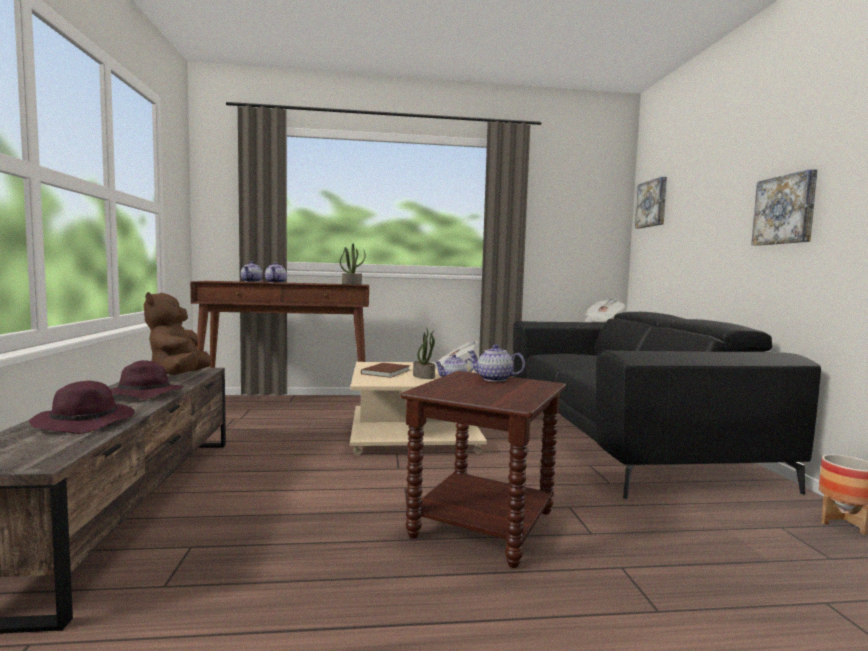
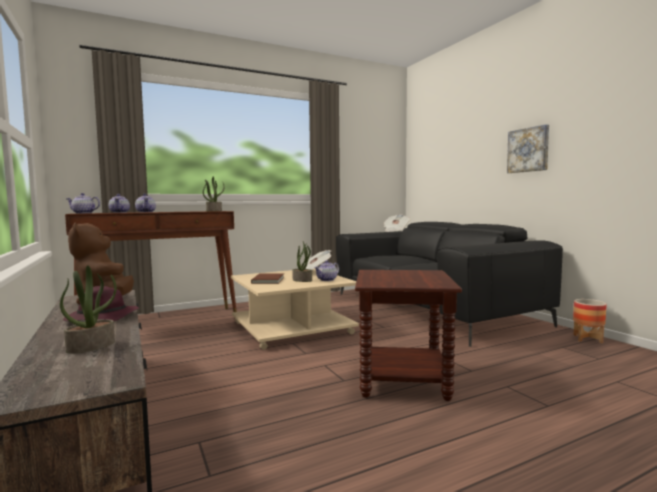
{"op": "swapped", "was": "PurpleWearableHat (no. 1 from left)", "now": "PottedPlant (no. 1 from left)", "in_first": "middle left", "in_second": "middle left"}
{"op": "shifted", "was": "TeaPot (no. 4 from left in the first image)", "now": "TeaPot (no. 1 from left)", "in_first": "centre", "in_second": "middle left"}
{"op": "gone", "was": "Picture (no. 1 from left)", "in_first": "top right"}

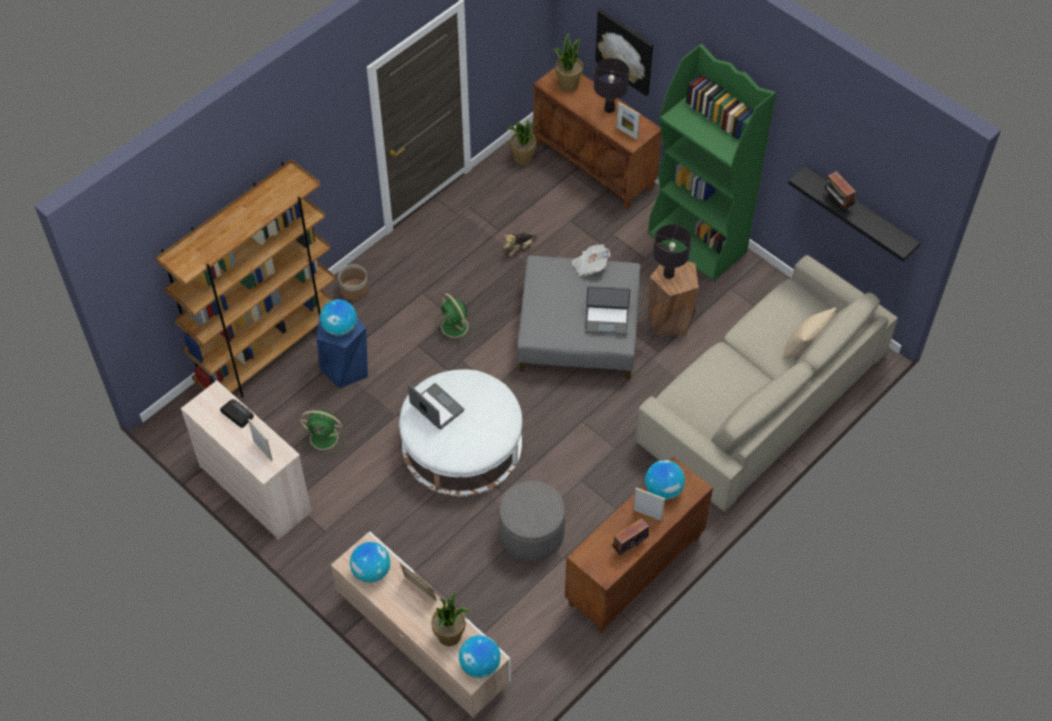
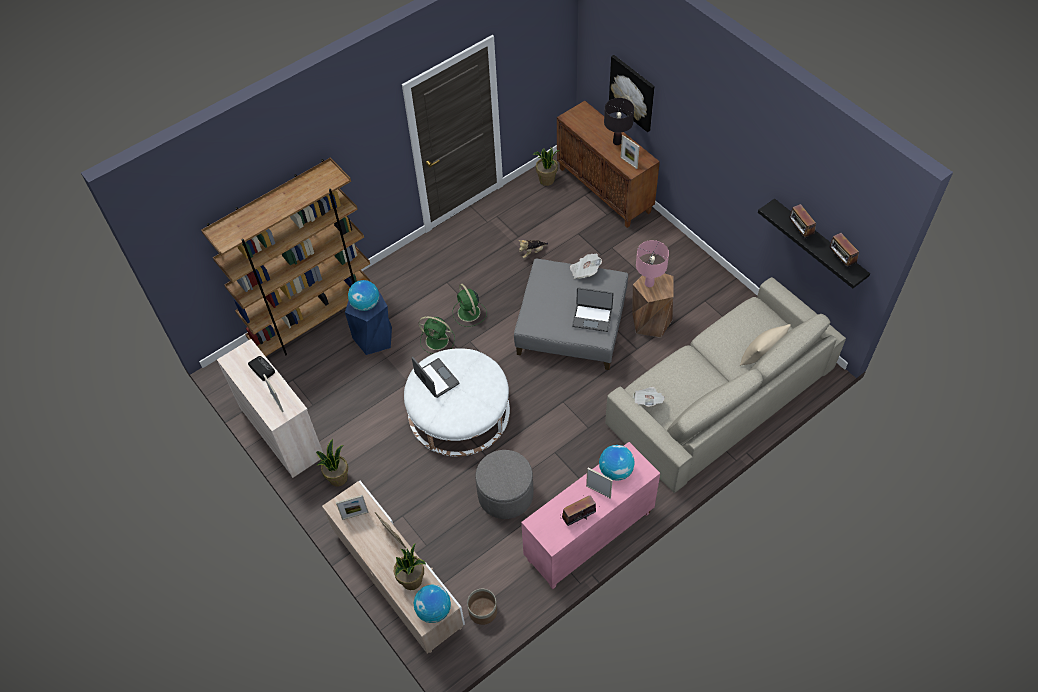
{"op": "shifted", "was": "GreenFan (no. 1 from left)", "in_first": "middle left", "in_second": "centre"}
{"op": "shifted", "was": "PlantPot", "in_first": "centre", "in_second": "bottom centre"}
{"op": "swapped", "was": "DeskGlobe (no. 2 from left)", "now": "StandingFrame (no. 2 from left)", "in_first": "bottom centre", "in_second": "bottom centre"}
{"op": "shifted", "was": "PottedPlant (no. 3 from left in the first image)", "now": "PottedPlant (no. 1 from left)", "in_first": "top centre", "in_second": "bottom left"}
{"op": "repainted", "was": "BrownColouredStorageCabinet (no. 2 from left)", "now": "PinkishStorageCabinet", "in_first": "bottom centre", "in_second": "bottom centre"}
{"op": "gone", "was": "GreenShelvingUnit", "in_first": "top right"}
{"op": "repainted", "was": "BlackTableLamp (no. 2 from left)", "now": "PinkishTableLamp", "in_first": "centre", "in_second": "centre"}
{"op": "new", "now": "PrintedPaper (no. 2 from left)", "in_second": "centre"}
{"op": "new", "now": "RadioSet (no. 4 from left)", "in_second": "middle right"}

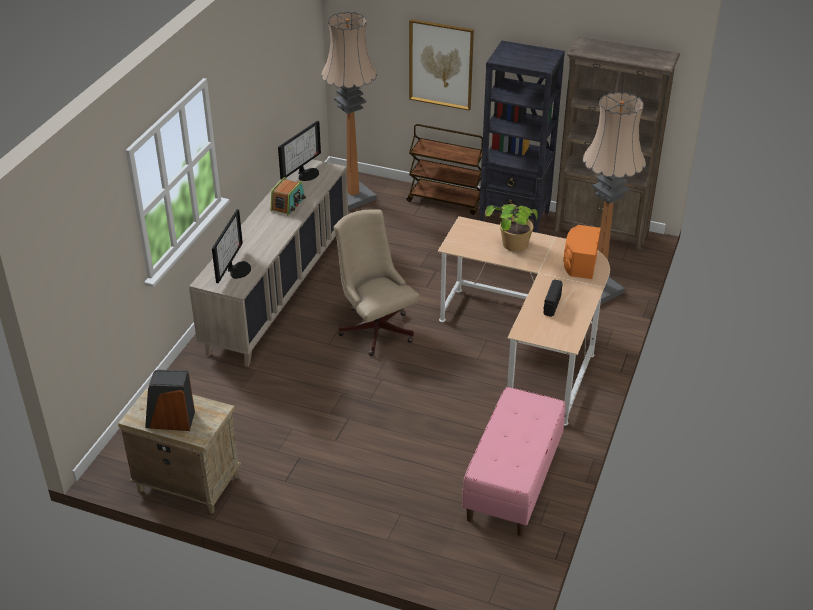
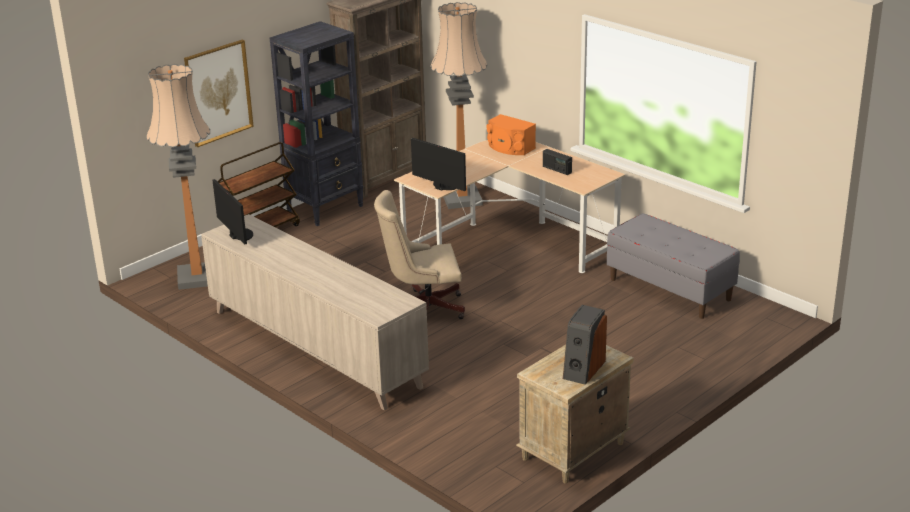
{"op": "shifted", "was": "Monitor (no. 1 from left in the first image)", "now": "Monitor (no. 2 from left)", "in_first": "middle left", "in_second": "top centre"}
{"op": "gone", "was": "RadioSet (no. 1 from left)", "in_first": "top centre"}
{"op": "repainted", "was": "PinkishIndoorBench", "now": "GrayIndoorBench", "in_first": "bottom centre", "in_second": "middle right"}
{"op": "gone", "was": "PottedPlant", "in_first": "centre"}

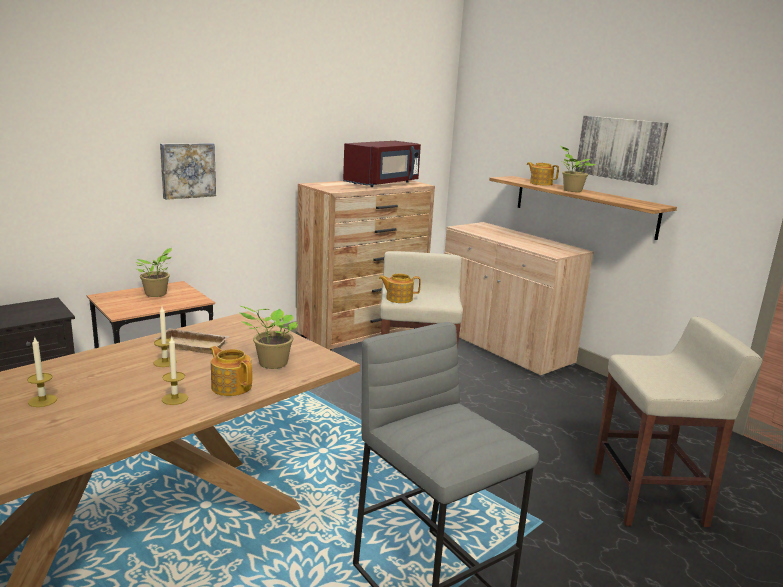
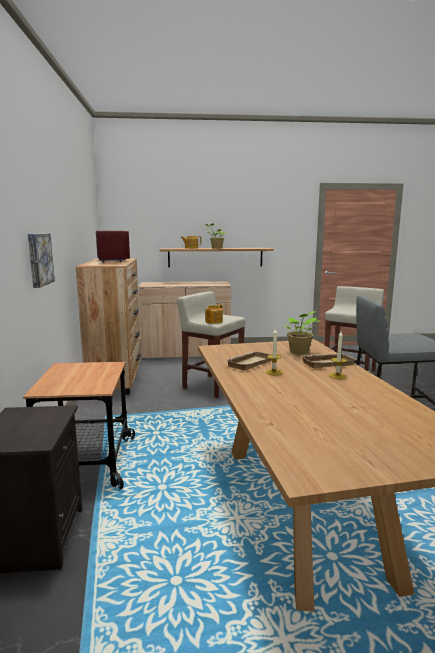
{"op": "gone", "was": "WaxLight (no. 1 from left)", "in_first": "middle left"}
{"op": "gone", "was": "PottedPlant (no. 1 from left)", "in_first": "middle left"}
{"op": "swapped", "was": "TeaPot (no. 1 from left)", "now": "BeigeColouredCarryingTray (no. 2 from left)", "in_first": "middle left", "in_second": "middle right"}
{"op": "gone", "was": "Picture (no. 2 from left)", "in_first": "top right"}

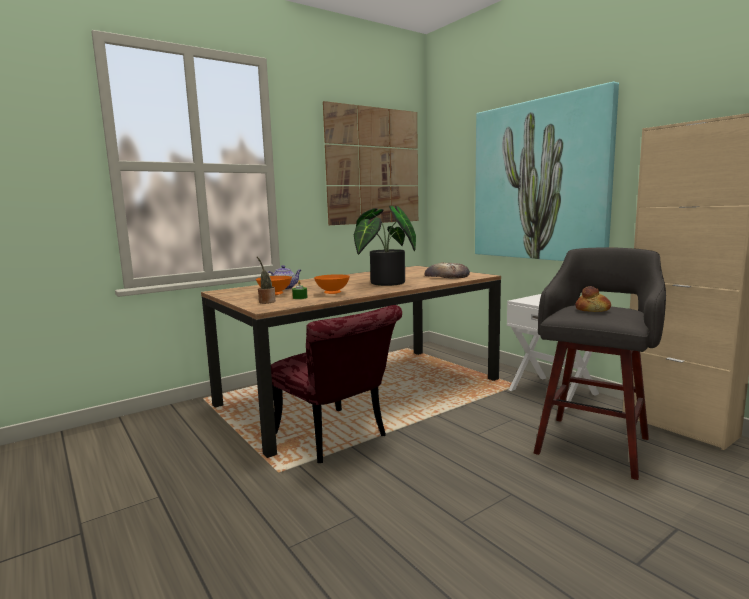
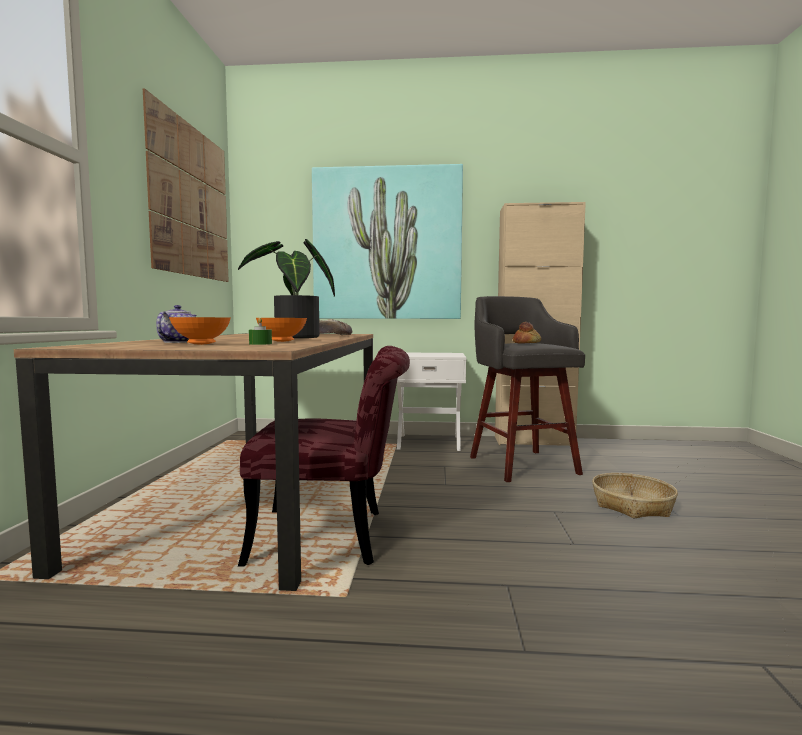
{"op": "gone", "was": "PottedPlant (no. 1 from left)", "in_first": "centre"}
{"op": "new", "now": "Basket", "in_second": "bottom right"}

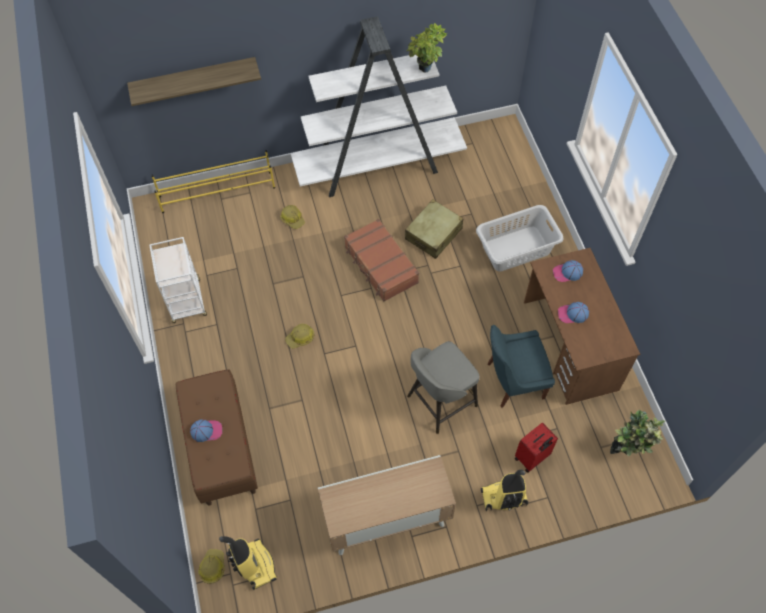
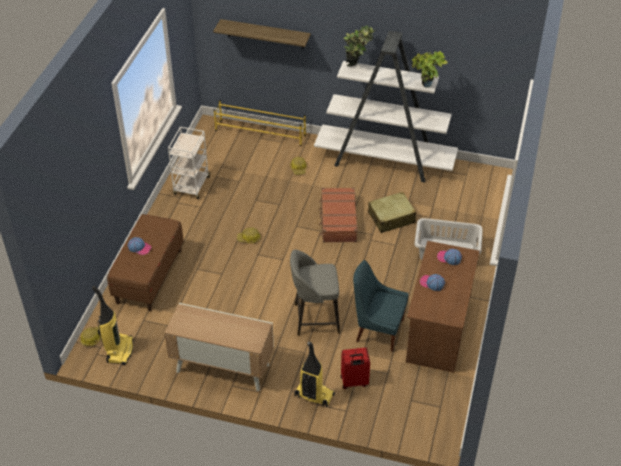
{"op": "shifted", "was": "PottedPlant (no. 2 from left in the first image)", "now": "PottedPlant (no. 1 from left)", "in_first": "bottom right", "in_second": "top centre"}

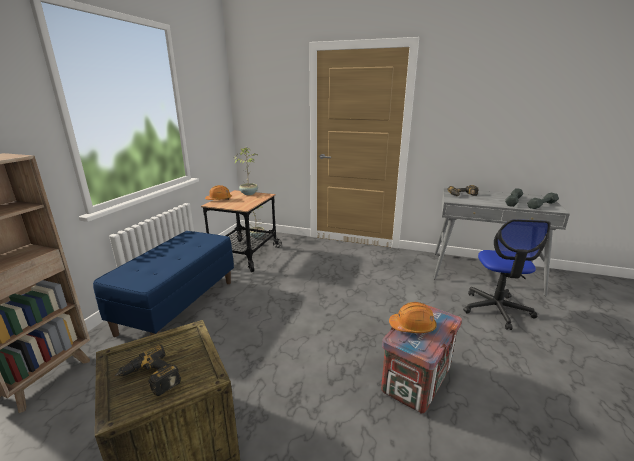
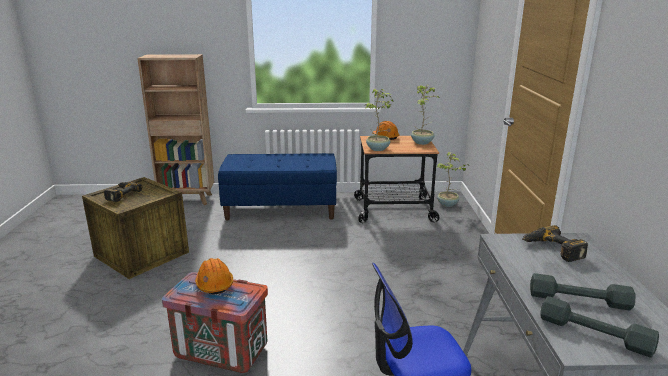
{"op": "new", "now": "PottedPlant (no. 1 from left)", "in_second": "top centre"}

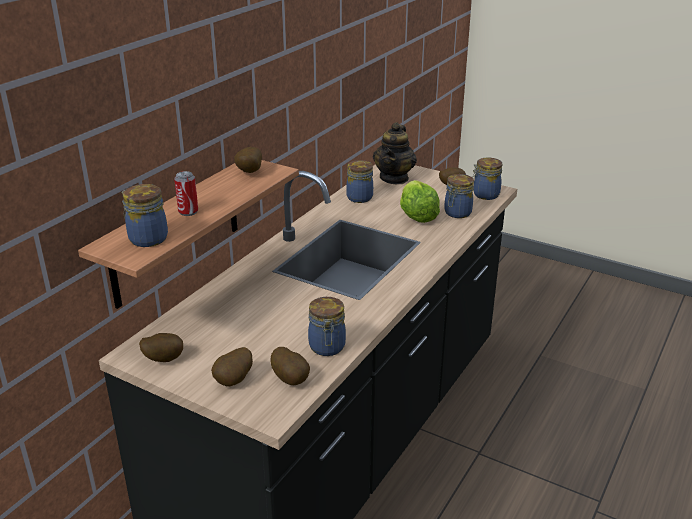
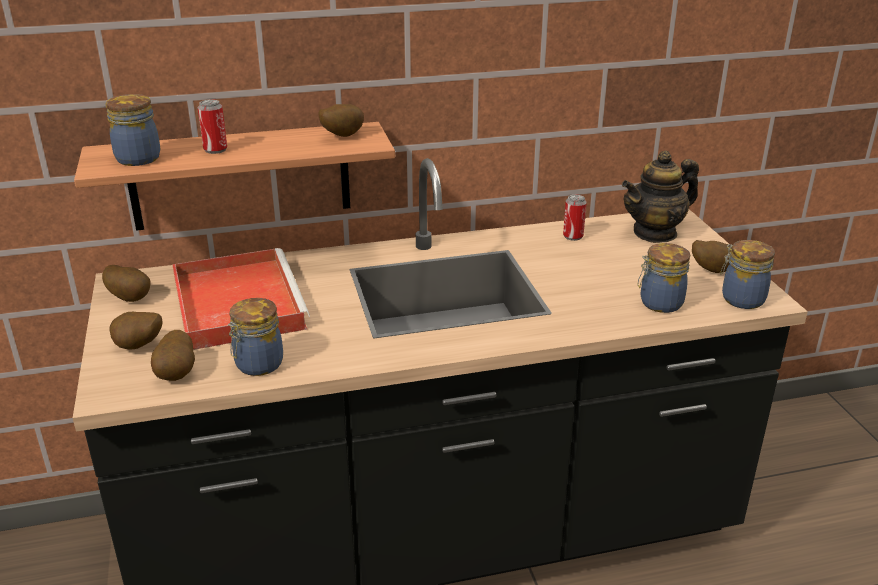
{"op": "swapped", "was": "PreserveJar (no. 3 from left)", "now": "Can (no. 2 from left)", "in_first": "centre", "in_second": "centre"}
{"op": "gone", "was": "LettuceHead", "in_first": "centre"}
{"op": "new", "now": "ReddishCarryingTray", "in_second": "middle left"}

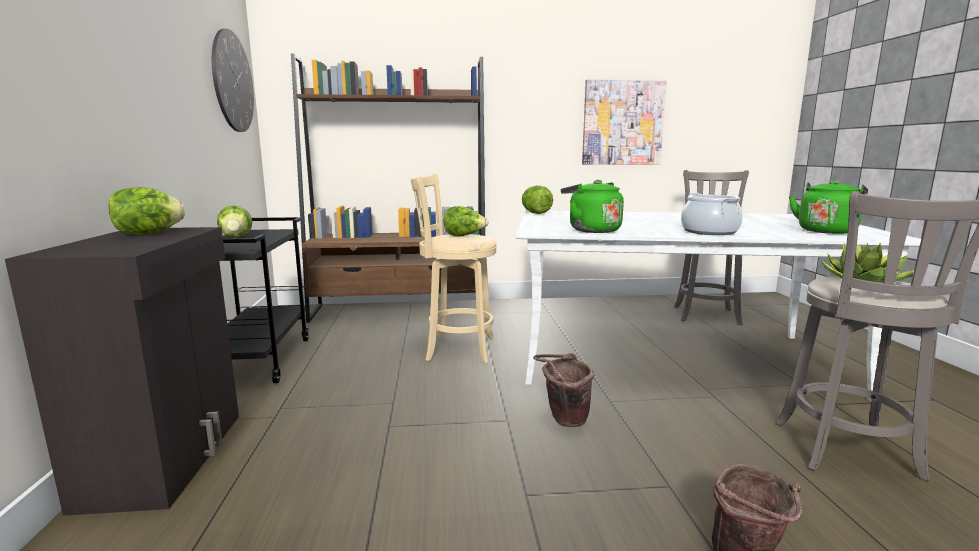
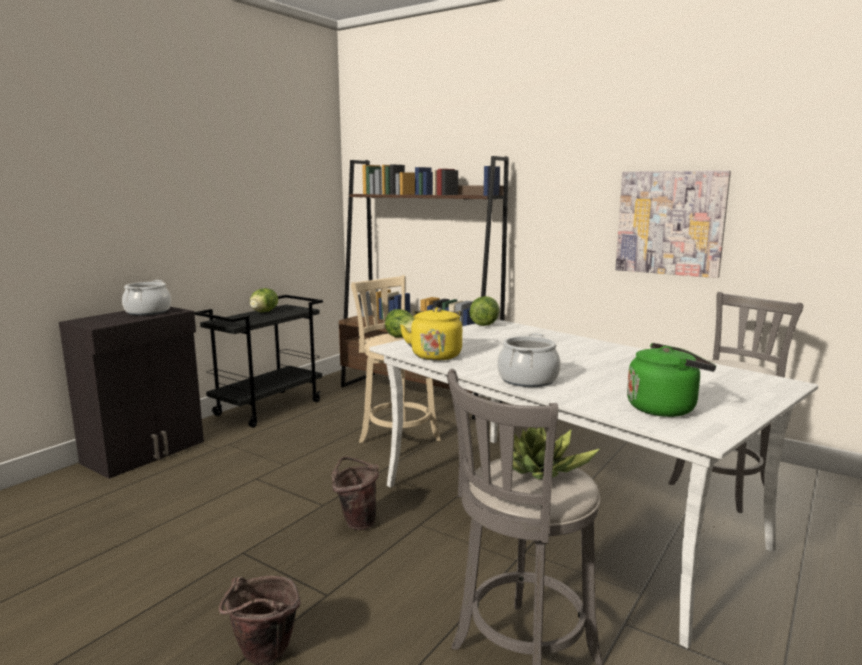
{"op": "swapped", "was": "LettuceHead (no. 1 from left)", "now": "CookingPot (no. 1 from left)", "in_first": "middle left", "in_second": "middle left"}
{"op": "gone", "was": "WallClock", "in_first": "top left"}
{"op": "repainted", "was": "GreenKettle (no. 1 from left)", "now": "YellowColouredKettle", "in_first": "centre", "in_second": "centre"}

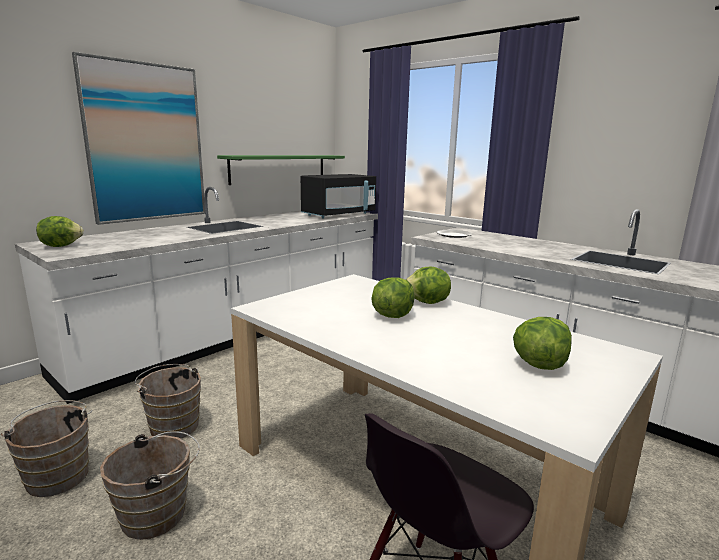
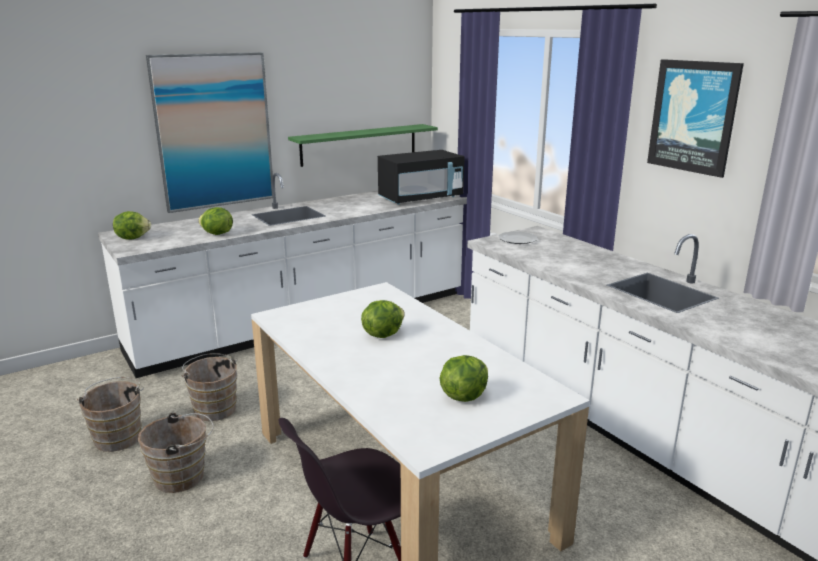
{"op": "shifted", "was": "LettuceHead (no. 3 from left in the first image)", "now": "LettuceHead (no. 2 from left)", "in_first": "centre", "in_second": "middle left"}
{"op": "new", "now": "Picture (no. 2 from left)", "in_second": "top right"}

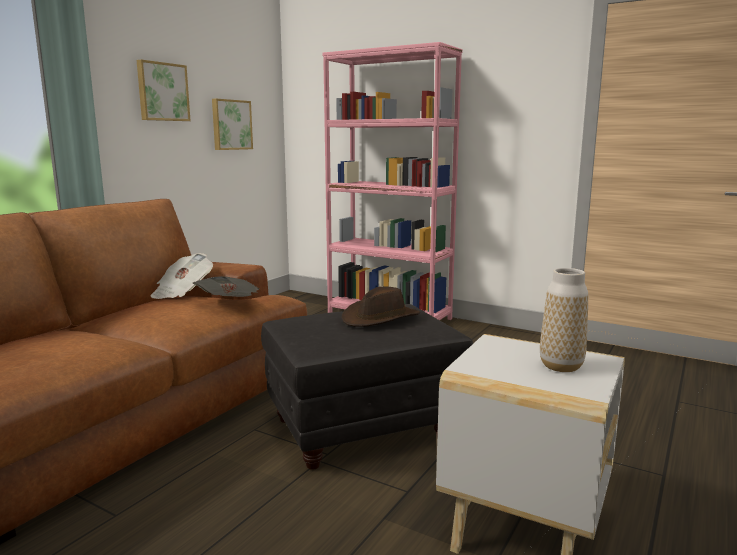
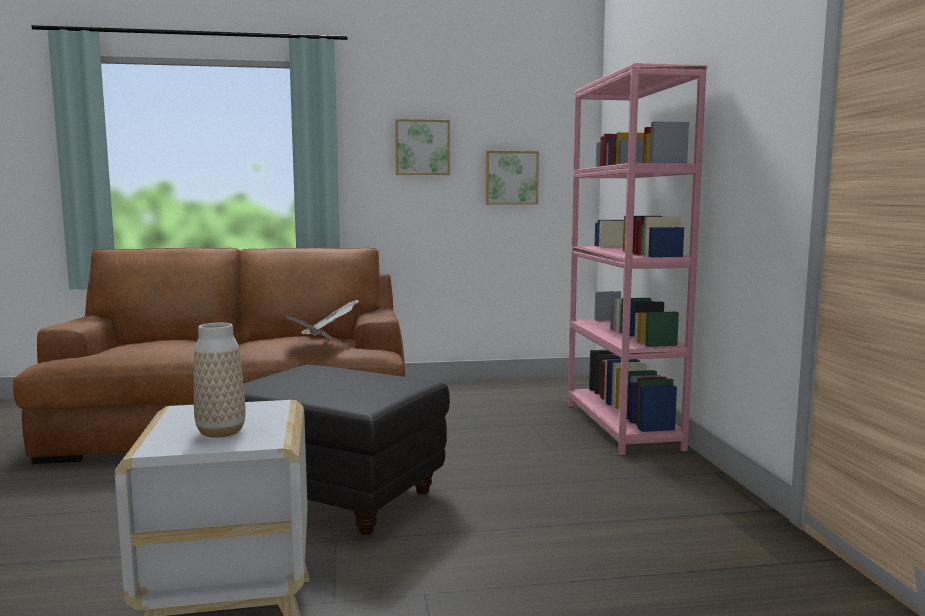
{"op": "gone", "was": "BrownColouredWearableHat", "in_first": "centre"}

